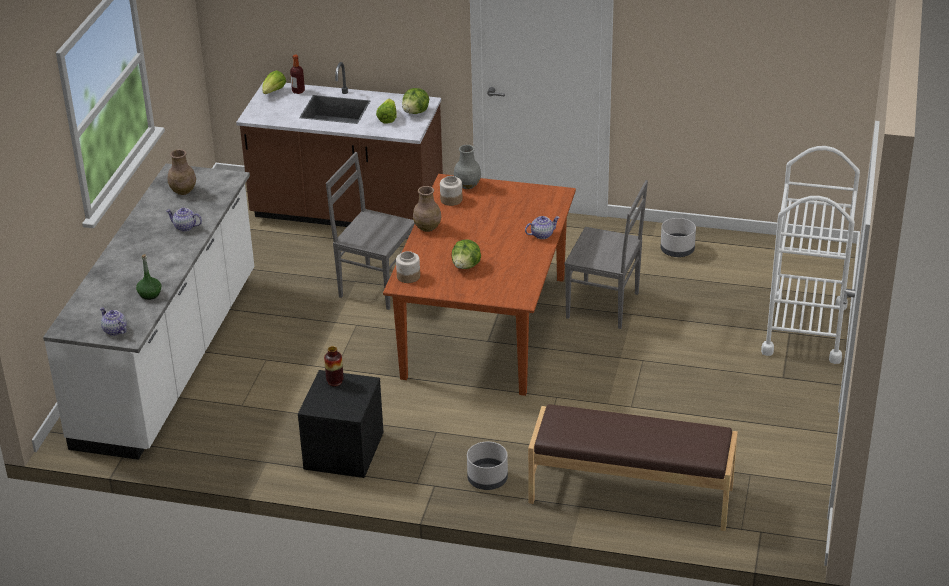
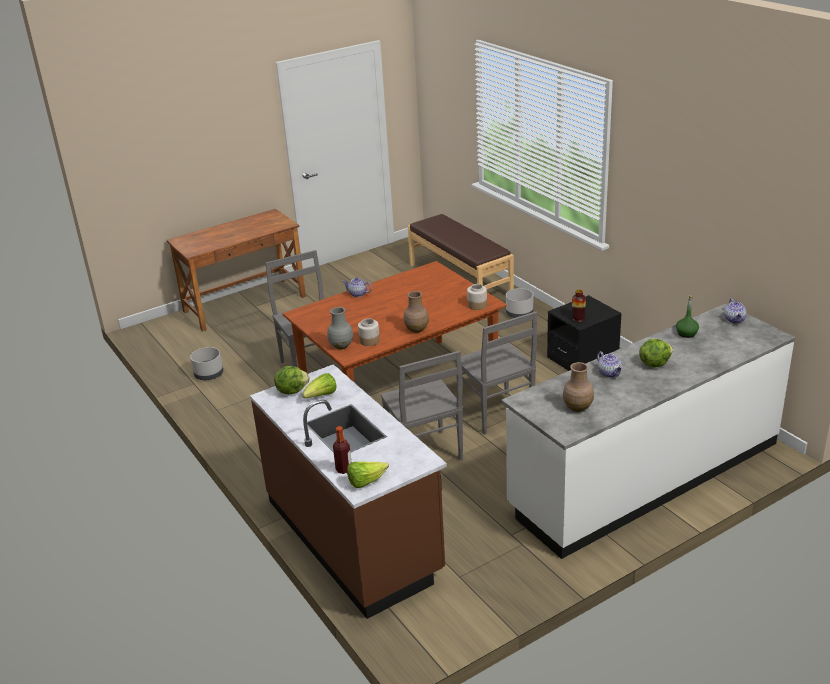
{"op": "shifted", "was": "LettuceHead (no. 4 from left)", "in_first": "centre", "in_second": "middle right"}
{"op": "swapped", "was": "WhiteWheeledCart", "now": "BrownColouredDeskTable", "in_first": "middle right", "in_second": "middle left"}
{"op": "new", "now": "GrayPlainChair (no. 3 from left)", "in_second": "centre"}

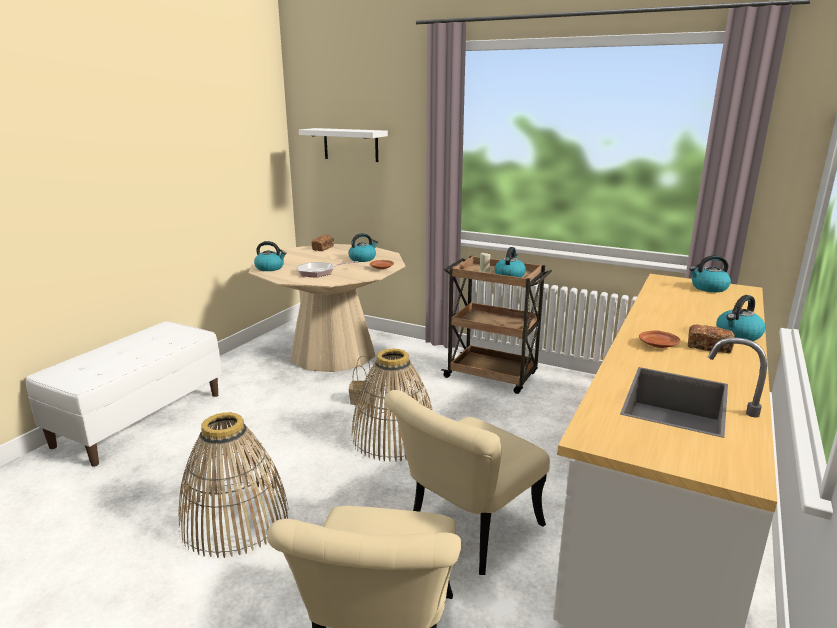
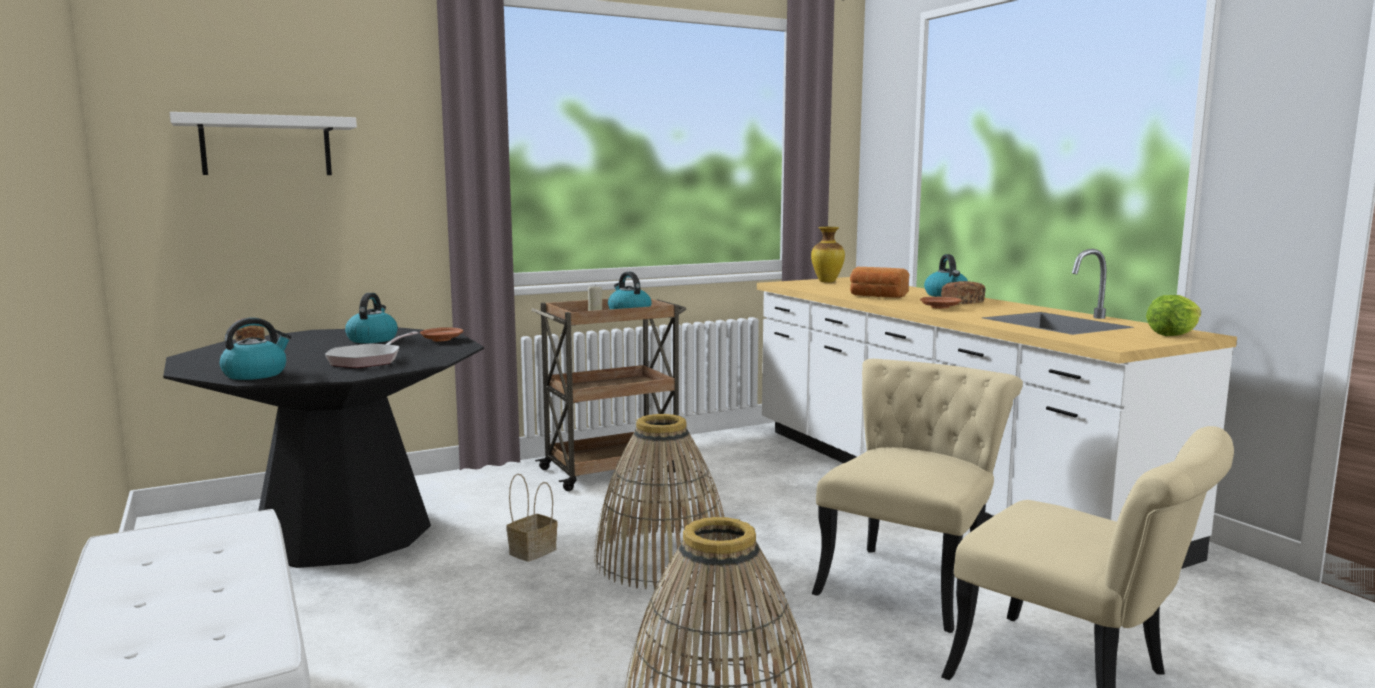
{"op": "repainted", "was": "BeigeColouredDiningTable", "now": "BlackDiningTable", "in_first": "centre", "in_second": "middle left"}
{"op": "rotated", "was": "BeigeColouredPlainChair (no. 2 from left in the first image)", "in_first": "bottom centre", "in_second": "bottom right", "clockwise": -135}
{"op": "swapped", "was": "Kettle (no. 4 from left)", "now": "DecorativeVase", "in_first": "middle right", "in_second": "centre"}
{"op": "new", "now": "Bread (no. 2 from left)", "in_second": "centre"}
{"op": "new", "now": "LettuceHead", "in_second": "middle right"}

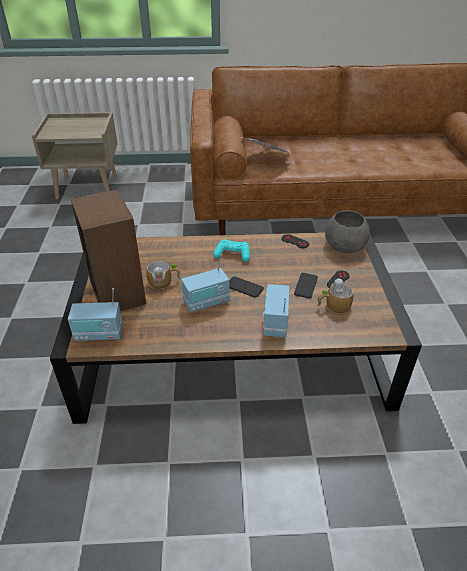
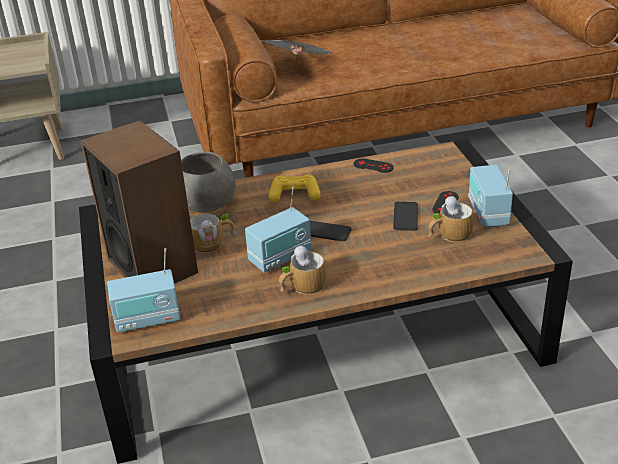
{"op": "repainted", "was": "TurquoiseGamepad", "now": "YellowColouredGamepad", "in_first": "centre", "in_second": "centre"}
{"op": "shifted", "was": "RadioSet (no. 3 from left)", "in_first": "centre", "in_second": "middle right"}
{"op": "shifted", "was": "GrayServingBowl", "in_first": "middle right", "in_second": "centre"}
{"op": "new", "now": "CoffeeMug (no. 2 from left)", "in_second": "centre"}

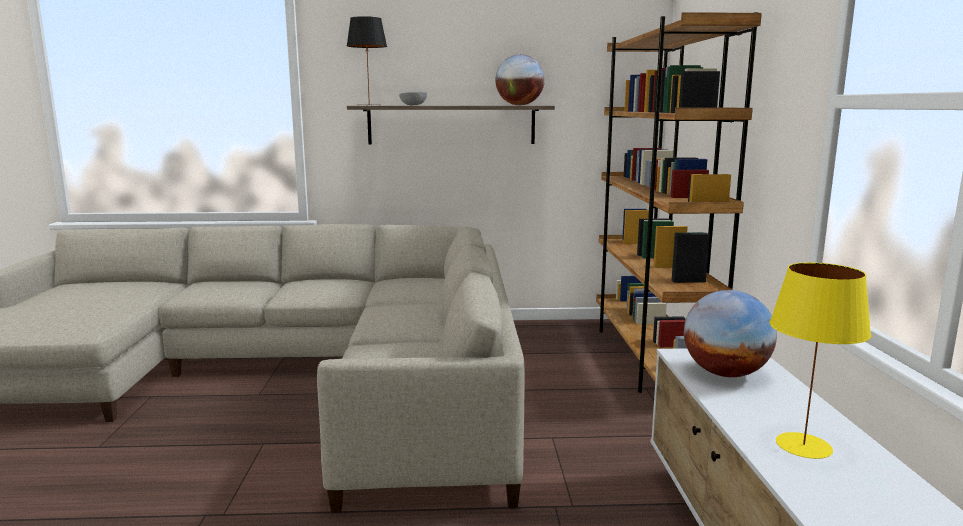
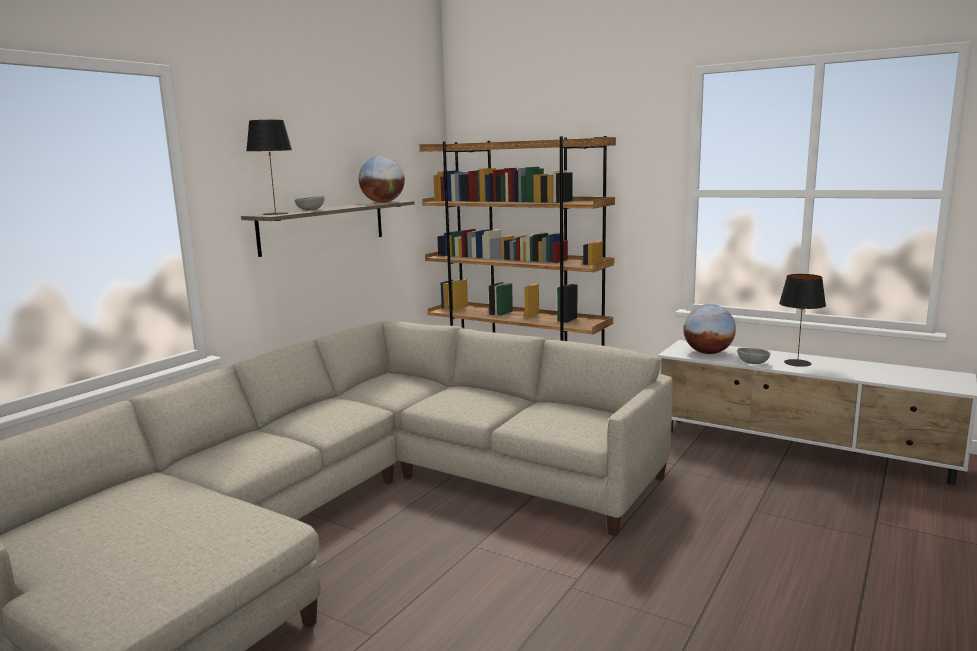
{"op": "repainted", "was": "YellowColouredTableLamp", "now": "BlackTableLamp (no. 2 from left)", "in_first": "bottom right", "in_second": "middle right"}
{"op": "new", "now": "GrayServingBowl (no. 2 from left)", "in_second": "middle right"}

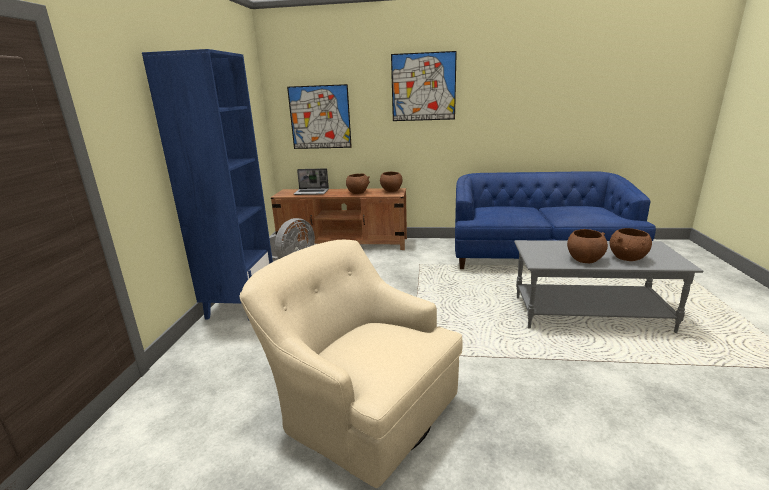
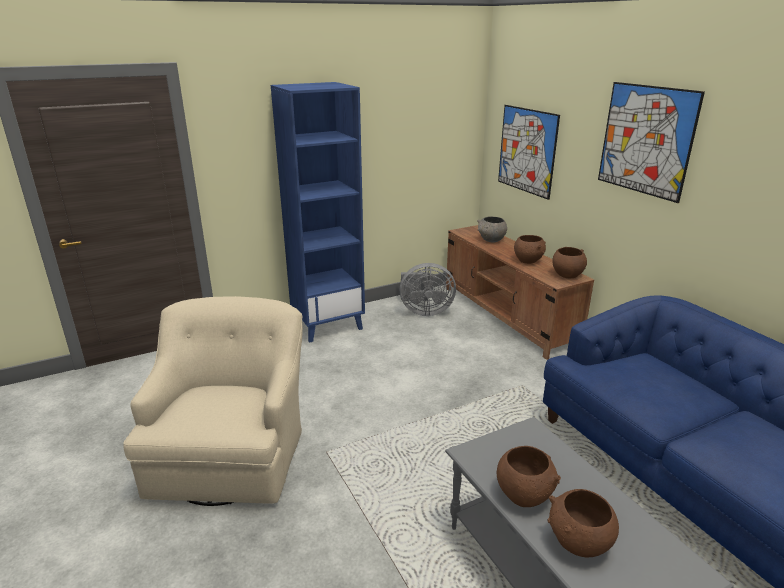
{"op": "swapped", "was": "NotebookComputer", "now": "GrayServingBowl", "in_first": "centre", "in_second": "centre"}

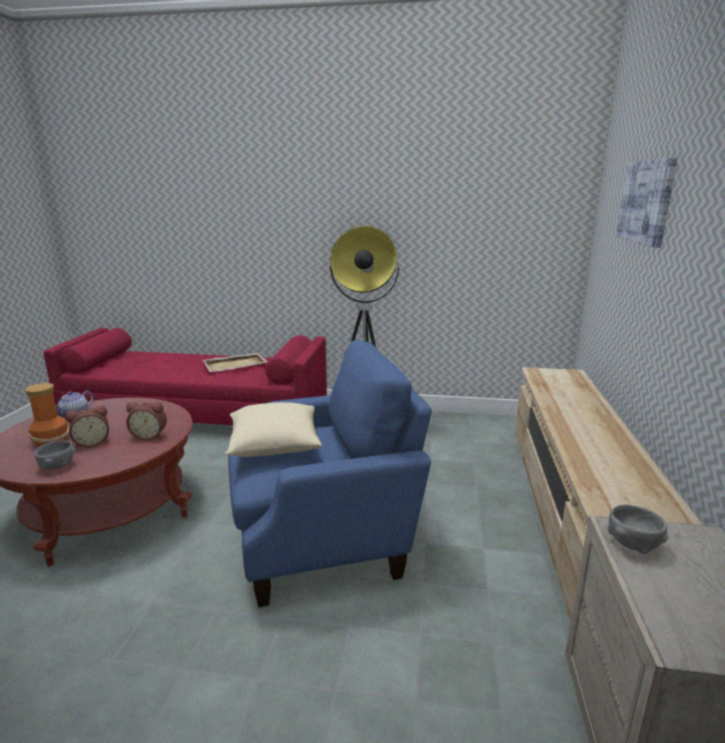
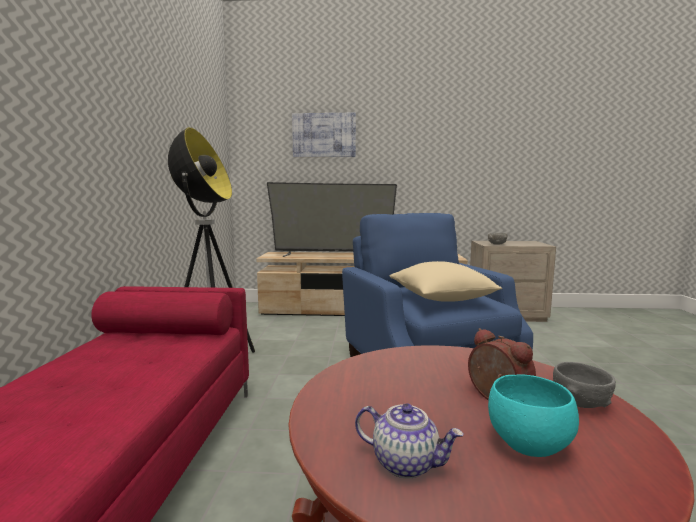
{"op": "swapped", "was": "DecorativeVase", "now": "TurquoiseServingBowl", "in_first": "middle left", "in_second": "bottom right"}
{"op": "gone", "was": "TableClock (no. 2 from left)", "in_first": "middle left"}
{"op": "gone", "was": "BeigeColouredCarryingTray", "in_first": "middle left"}
{"op": "new", "now": "Television", "in_second": "centre"}

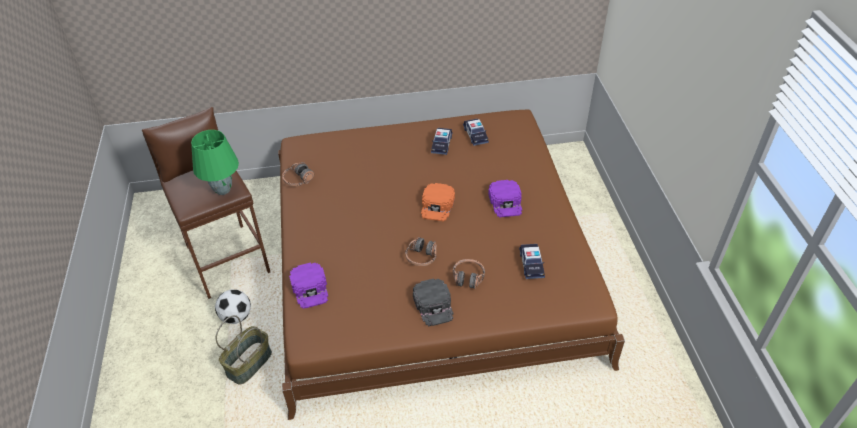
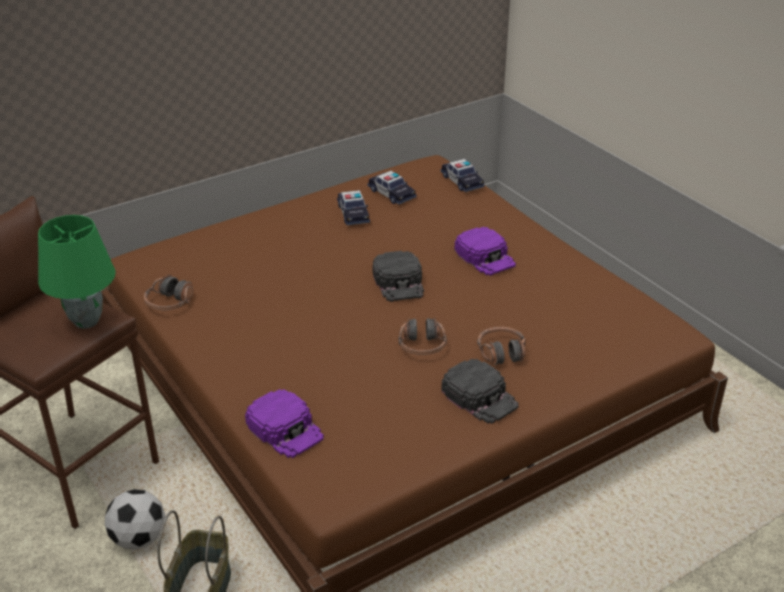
{"op": "repainted", "was": "OrangeyCap", "now": "BlackCap (no. 1 from left)", "in_first": "centre", "in_second": "centre"}
{"op": "shifted", "was": "ModelCar (no. 3 from left)", "in_first": "centre", "in_second": "top centre"}

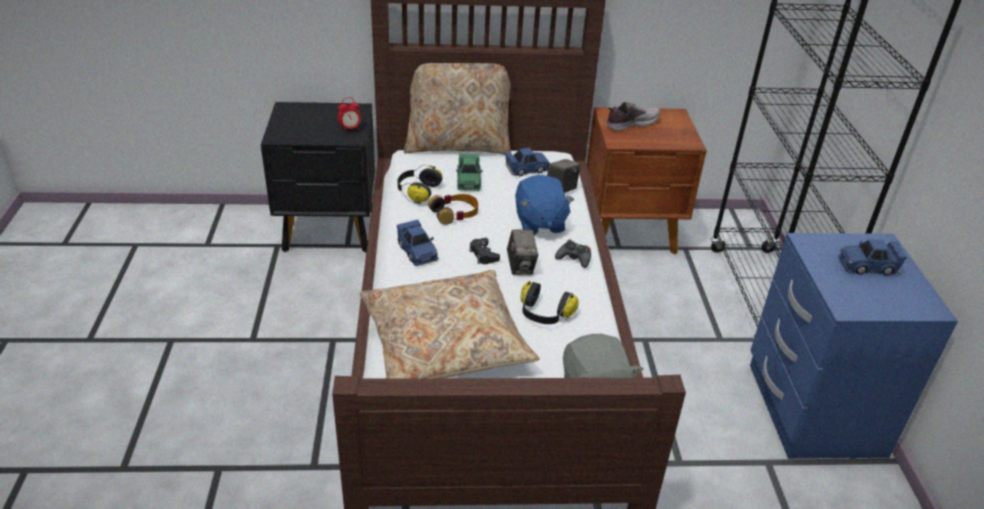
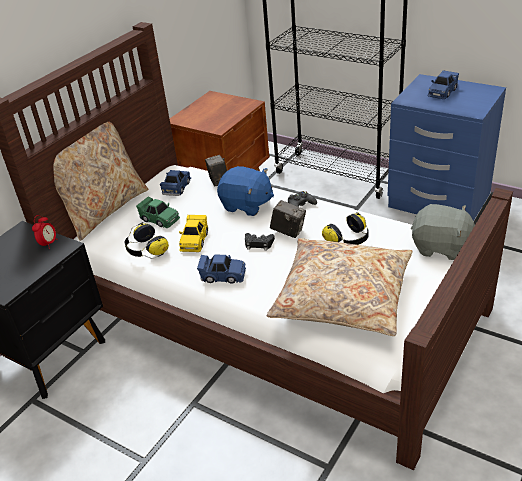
{"op": "swapped", "was": "Headphones (no. 2 from left)", "now": "YellowColouredModelCar", "in_first": "centre", "in_second": "centre"}
{"op": "gone", "was": "ItemOfFootwear", "in_first": "top centre"}

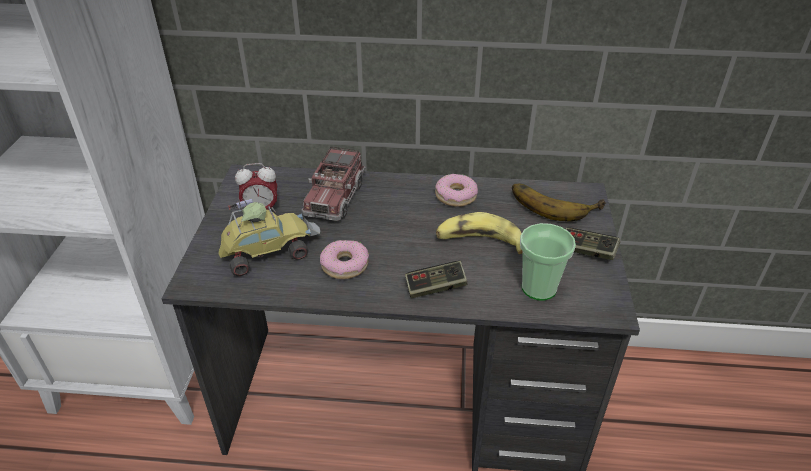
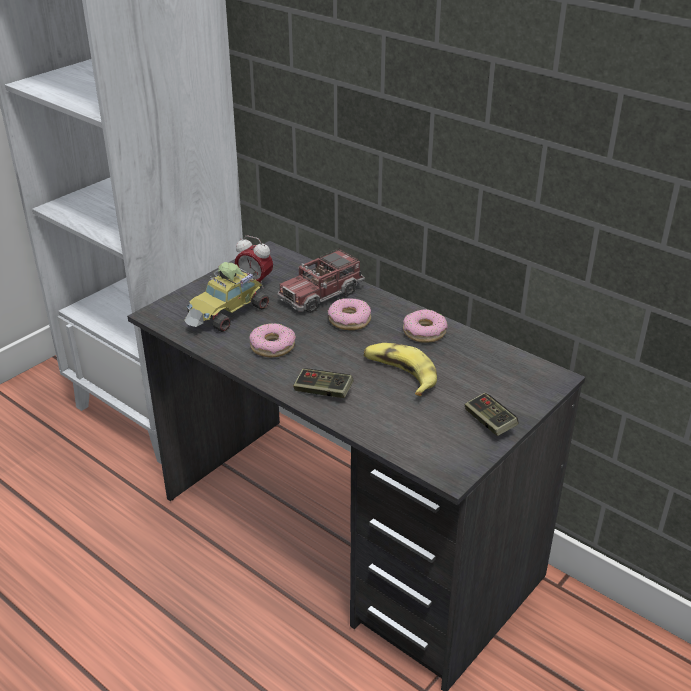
{"op": "rotated", "was": "ModelCar", "in_first": "middle left", "in_second": "middle left", "clockwise": 120}
{"op": "gone", "was": "BananaFruit (no. 2 from left)", "in_first": "middle right"}
{"op": "gone", "was": "Cup", "in_first": "middle right"}
{"op": "new", "now": "Doughnut (no. 2 from left)", "in_second": "centre"}

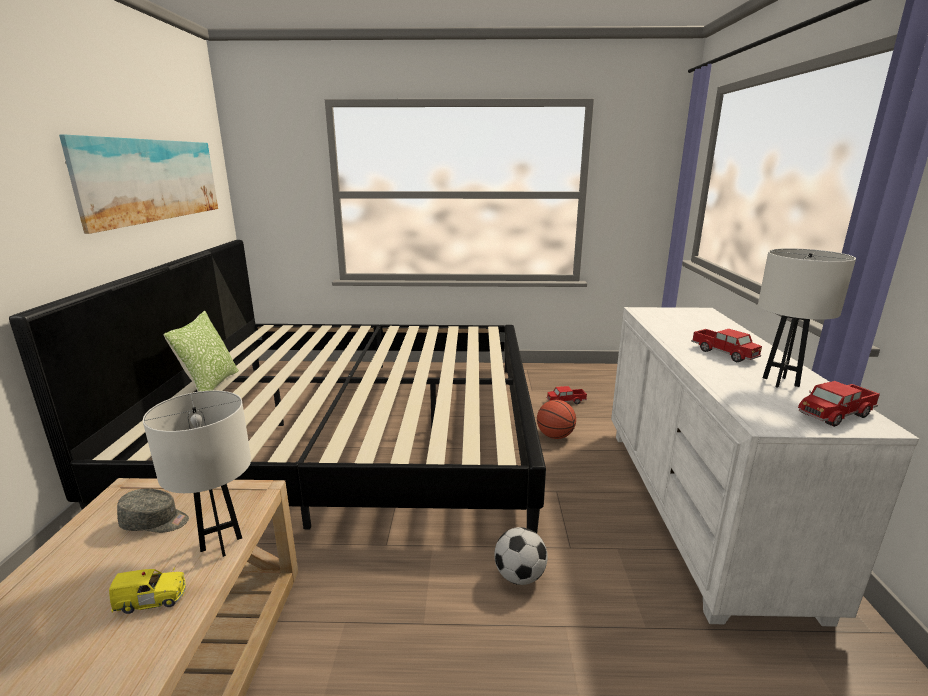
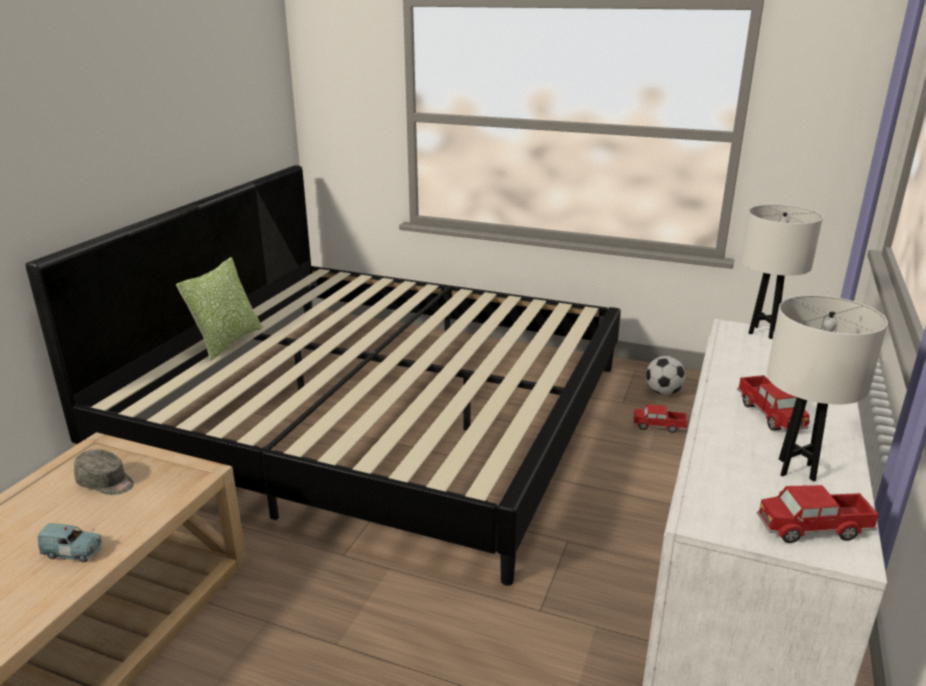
{"op": "gone", "was": "Picture", "in_first": "top left"}
{"op": "repainted", "was": "YellowColouredModelCar", "now": "BlueColouredModelCar", "in_first": "bottom left", "in_second": "bottom left"}
{"op": "shifted", "was": "WhiteTableLamp (no. 1 from left)", "in_first": "bottom left", "in_second": "middle right"}
{"op": "shifted", "was": "FootballBall", "in_first": "bottom centre", "in_second": "middle right"}
{"op": "gone", "was": "Basketball", "in_first": "centre"}

